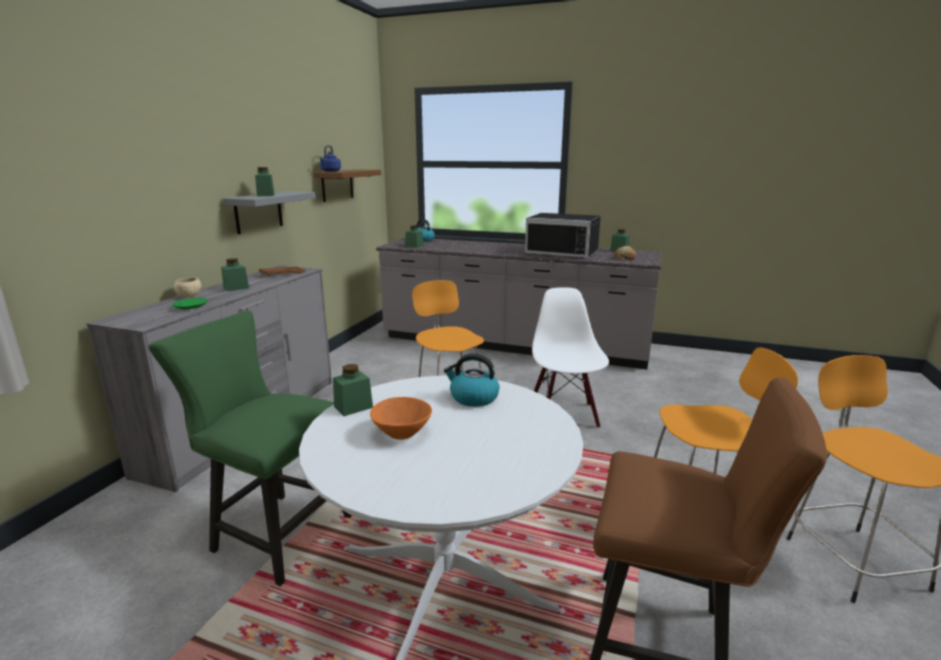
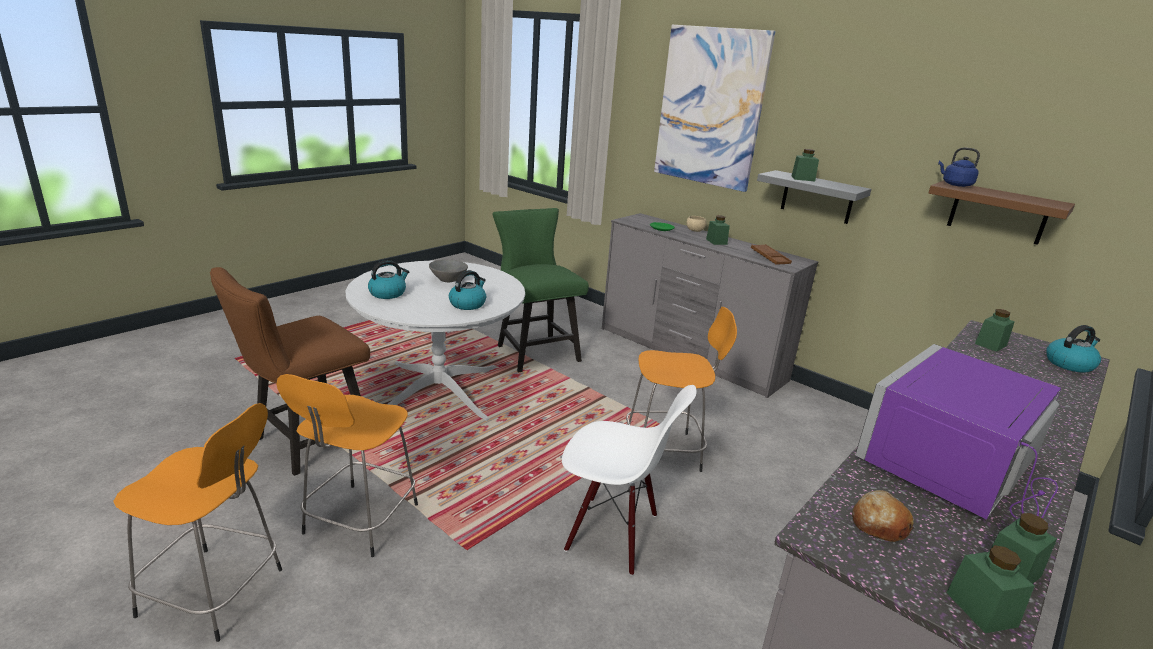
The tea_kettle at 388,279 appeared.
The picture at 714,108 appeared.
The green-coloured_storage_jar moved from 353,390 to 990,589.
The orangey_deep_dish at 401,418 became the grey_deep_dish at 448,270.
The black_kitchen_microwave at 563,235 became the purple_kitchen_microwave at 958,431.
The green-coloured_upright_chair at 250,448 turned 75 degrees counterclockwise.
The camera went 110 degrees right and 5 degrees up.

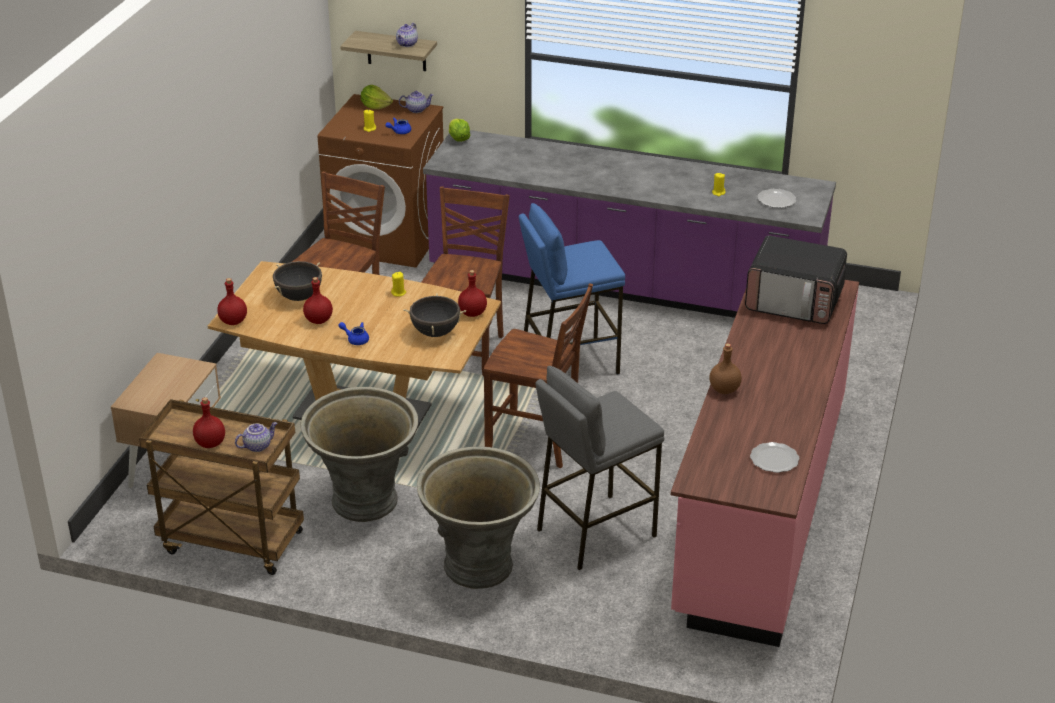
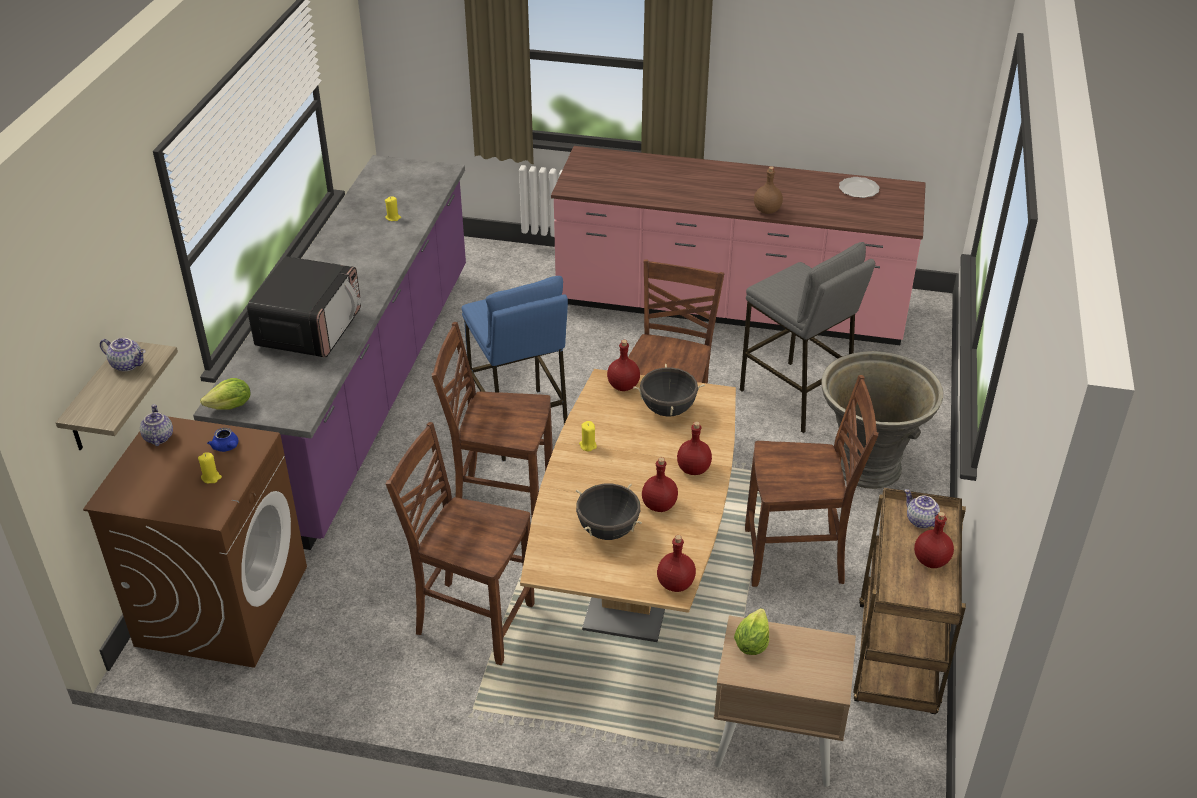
The plate at 777,198 disappeared.
The lettuce moved from 377,97 to 751,631.
The kitchen_microwave moved from 796,280 to 304,307.
The grey_planter at 359,454 was replaced by the brownish_upright_chair at 811,481.
The bluish_tea_pot at 353,333 was replaced by the reddish_beverage_bottle at 694,448.
The camera went 95 degrees left and 5 degrees up.

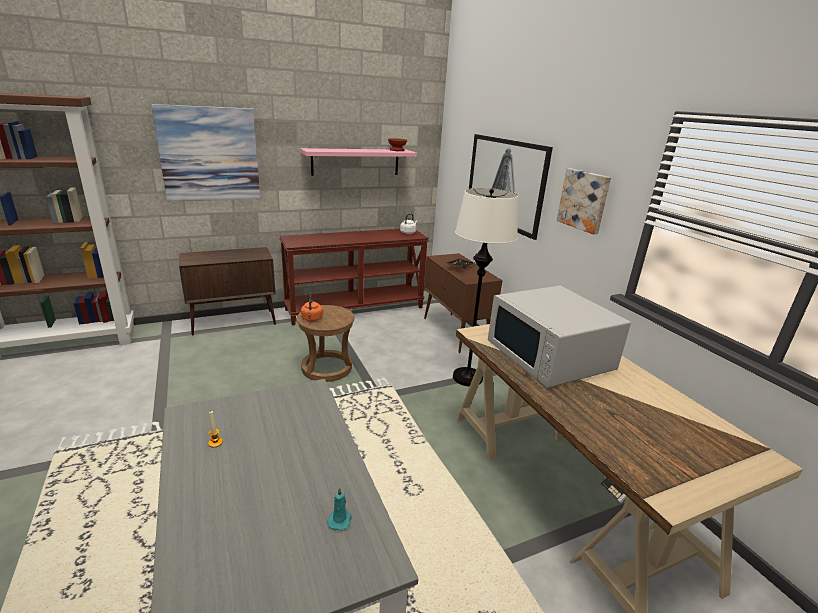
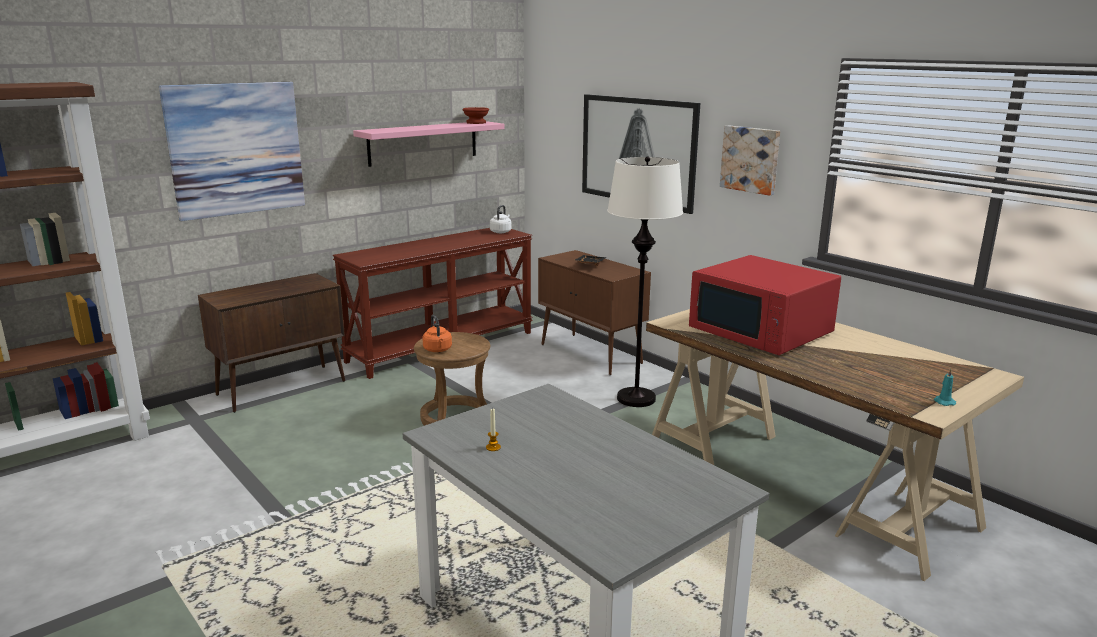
The blue-green_wax_light moved from 339,509 to 945,387.
The whitish_kitchen_microwave at 559,337 became the reddish_kitchen_microwave at 765,305.
The camera went 15 degrees left and 5 degrees down.

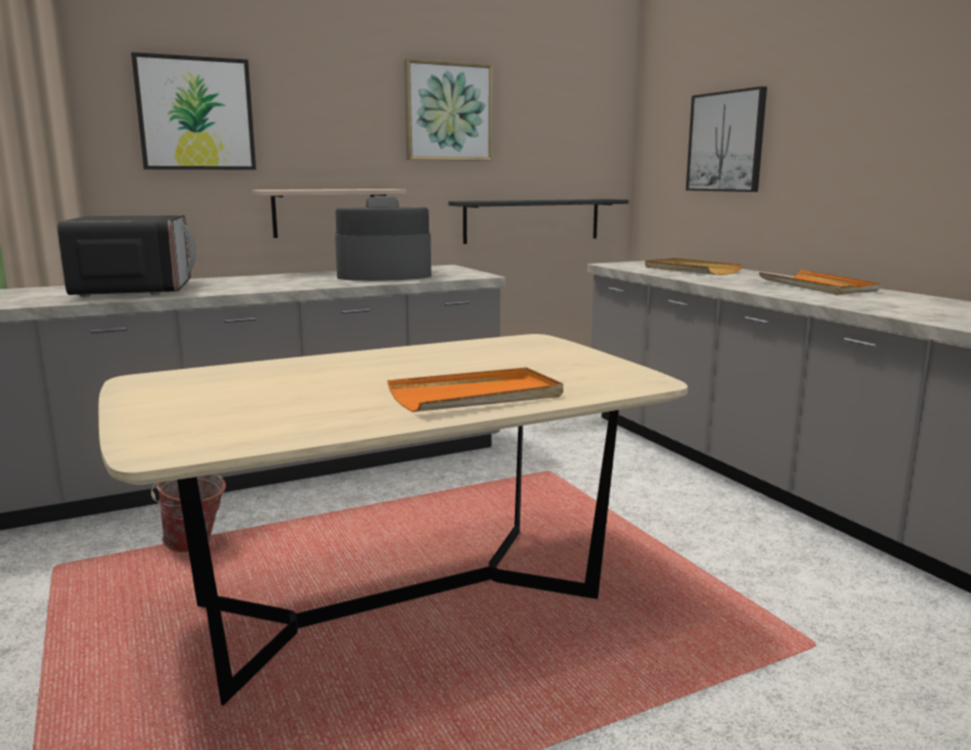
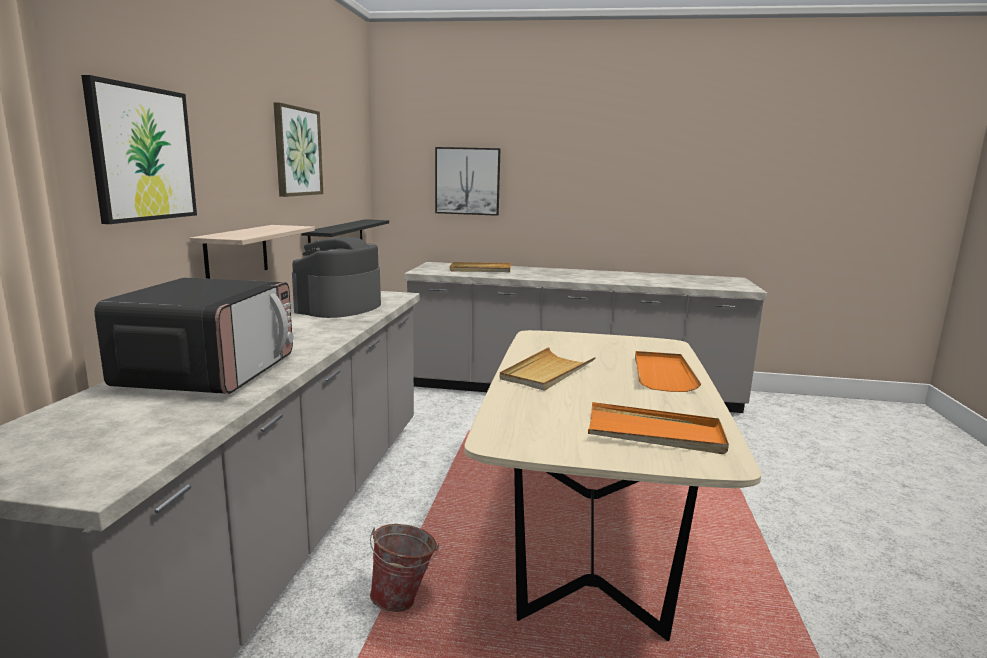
The beige-coloured_serving_tray at 548,369 appeared.
The orangey_serving_tray moved from 819,282 to 658,428.
The kitchen_microwave at 126,256 turned 75 degrees clockwise.
The camera went 55 degrees left and 0 degrees up.

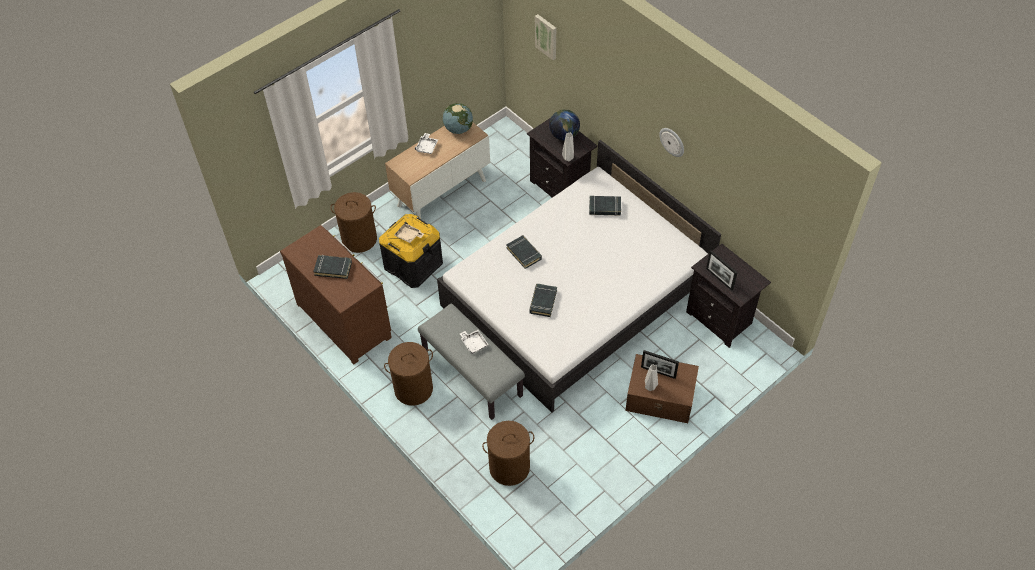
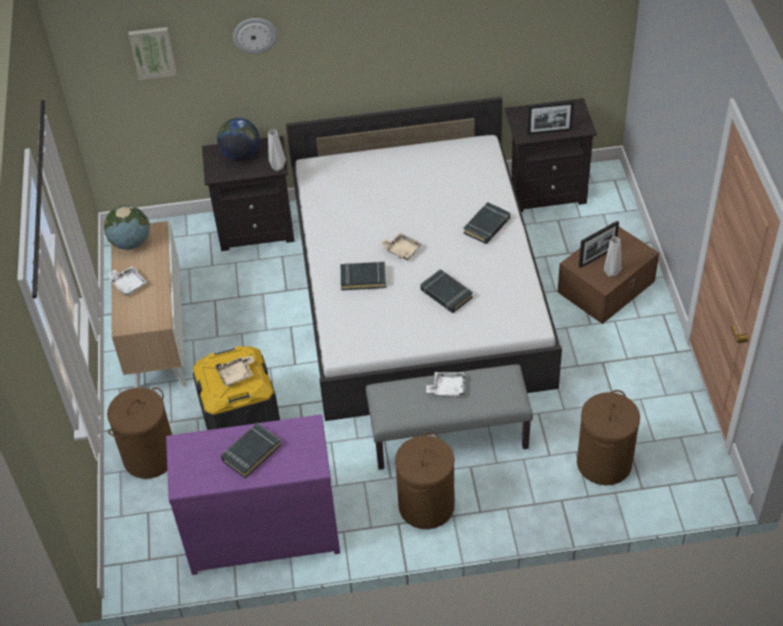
The beige-coloured_serving_tray at 401,247 appeared.
The black_book moved from 605,206 to 486,223.
The hanging_clock moved from 671,142 to 255,36.
The brownish_chest_of_drawers at 336,295 became the purple_chest_of_drawers at 253,494.
The camera went 55 degrees left and 5 degrees down.

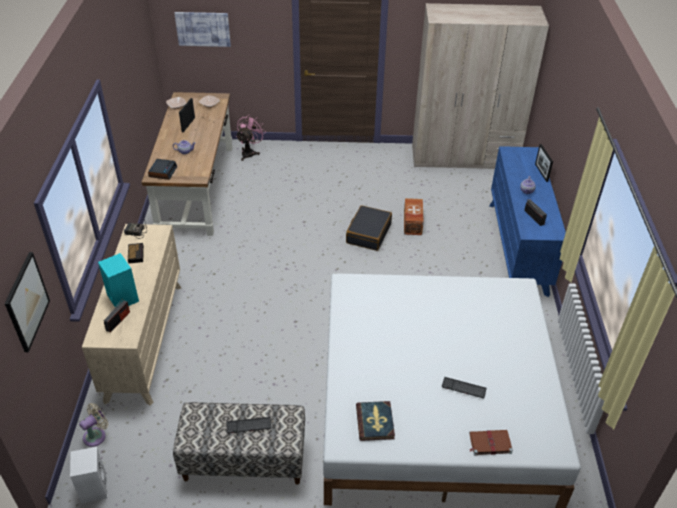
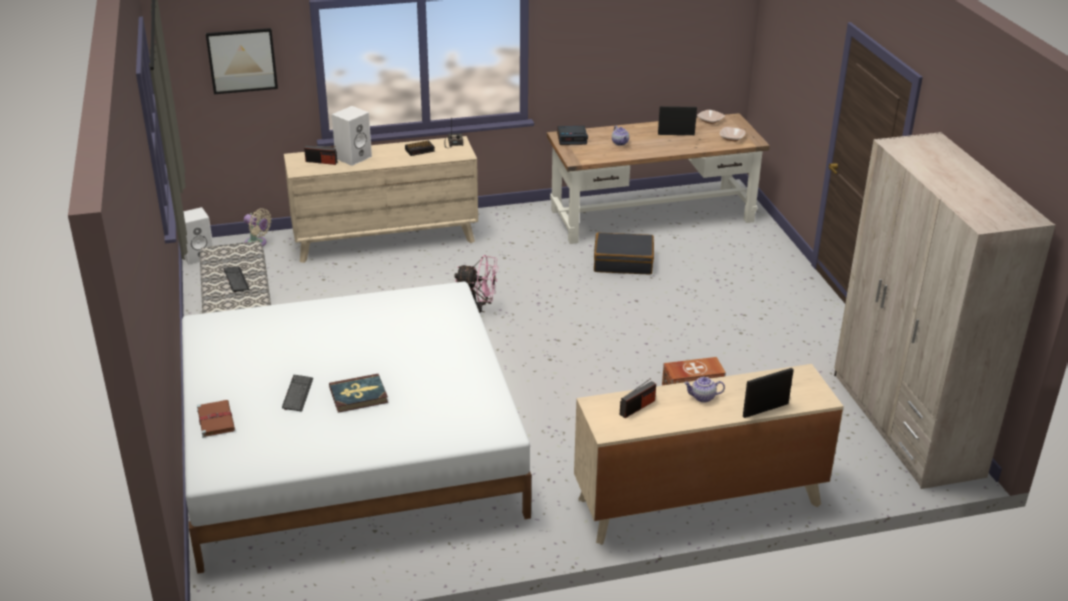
The picture at 202,29 disappeared.
The pink_electric_fan moved from 250,137 to 476,284.
The black_piece_of_luggage moved from 369,228 to 624,253.
The book moved from 375,421 to 358,393.
The blue-green_loudspeaker at 118,280 became the whitish_loudspeaker at 352,136.
The bluish_chest_of_drawers at 527,221 became the beige-coloured_chest_of_drawers at 709,454.
The camera went 75 degrees right and 10 degrees down.

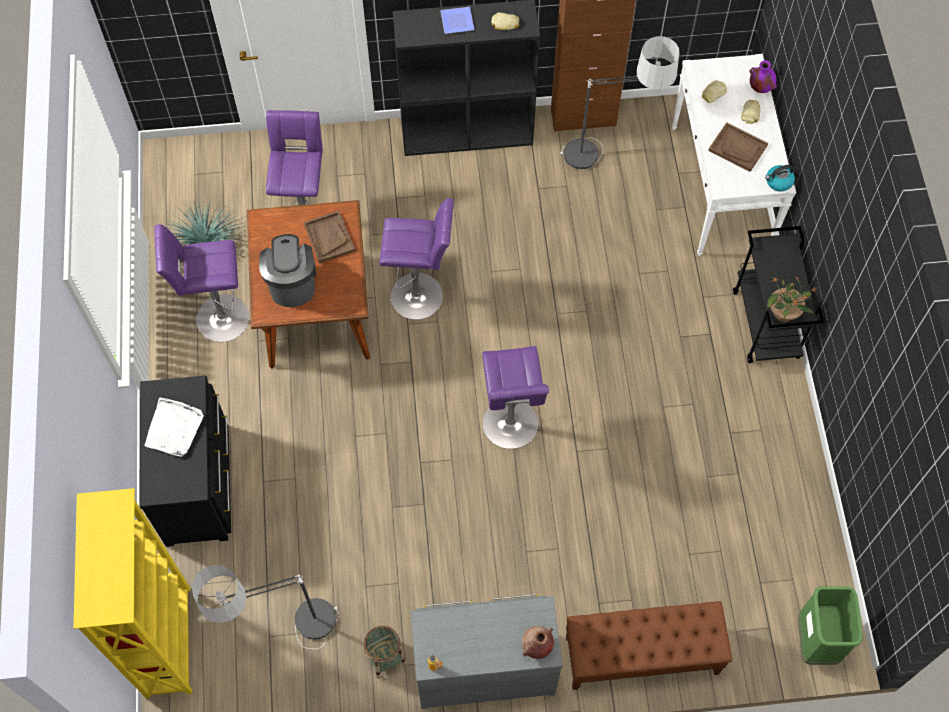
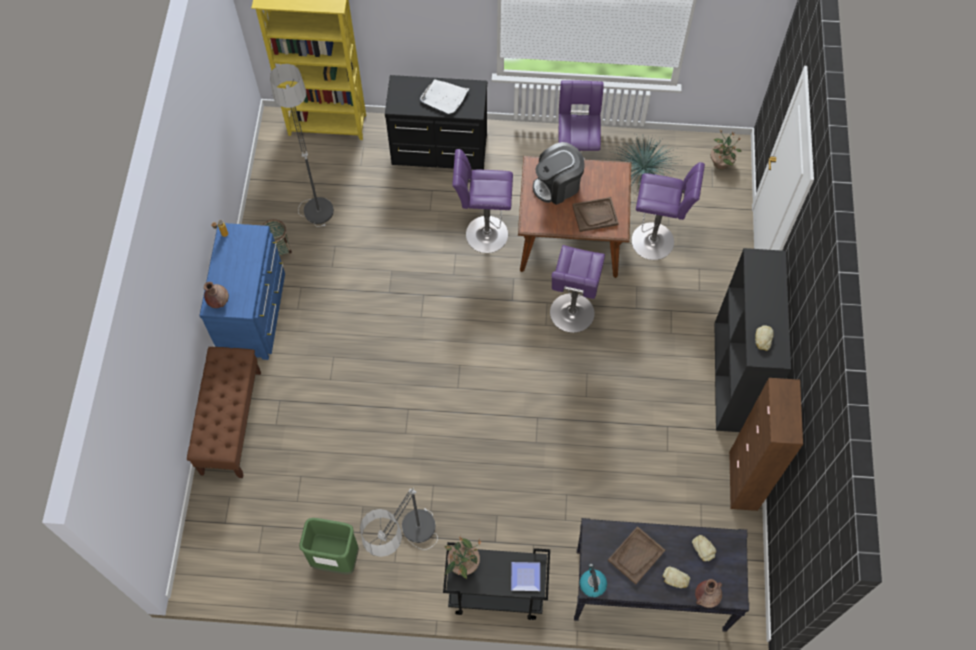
The potted_plant at 726,150 appeared.
The plate moved from 457,20 to 525,576.
The purple_sitting_stool moved from 515,397 to 482,201.
The floor_lamp moved from 619,102 to 399,522.
The green-coloured_rubbish_bin moved from 830,625 to 329,546.
The grey_chest_of_drawers at 486,651 became the bluish_chest_of_drawers at 242,291.
The whitish_hall_table at 734,155 became the black_hall_table at 661,575.
The purple_decorative_vase at 763,76 became the brownish_decorative_vase at 708,593.
The coffee_brewer at 287,270 turned 150 degrees clockwise.
The camera went 100 degrees right and 0 degrees up.

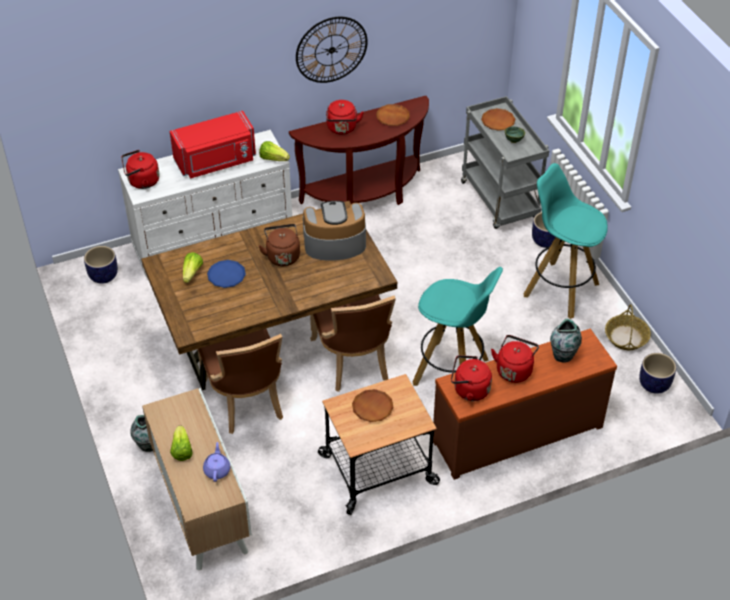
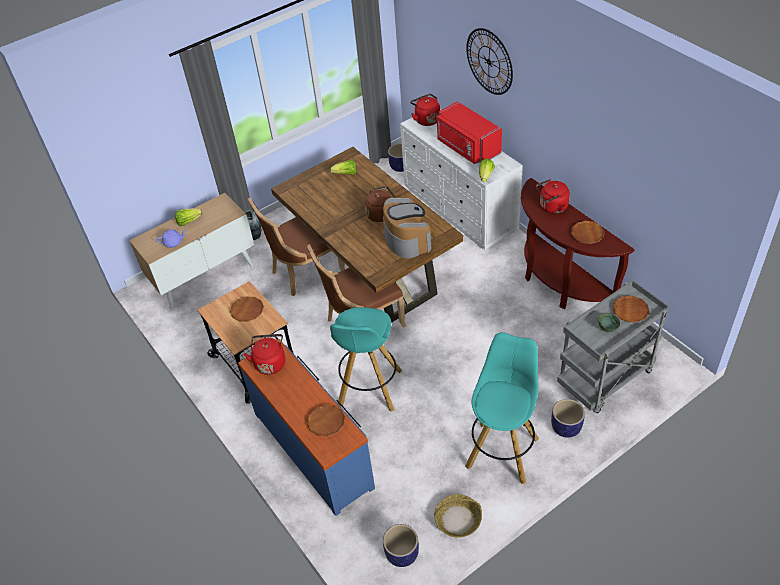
The bluish_plate at 226,274 disappeared.
The reddish_tea_kettle at 515,359 disappeared.
The hanging_clock moved from 332,50 to 489,61.
The decorative_vase at 566,341 was replaced by the brownish_plate at 326,421.
The brownish_chest_of_drawers at 525,404 became the bluish_chest_of_drawers at 306,427.
The camera went 80 degrees right and 0 degrees up.

